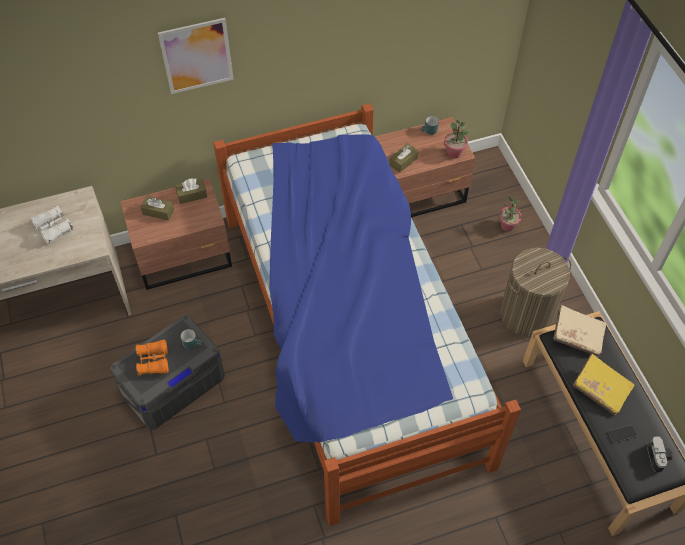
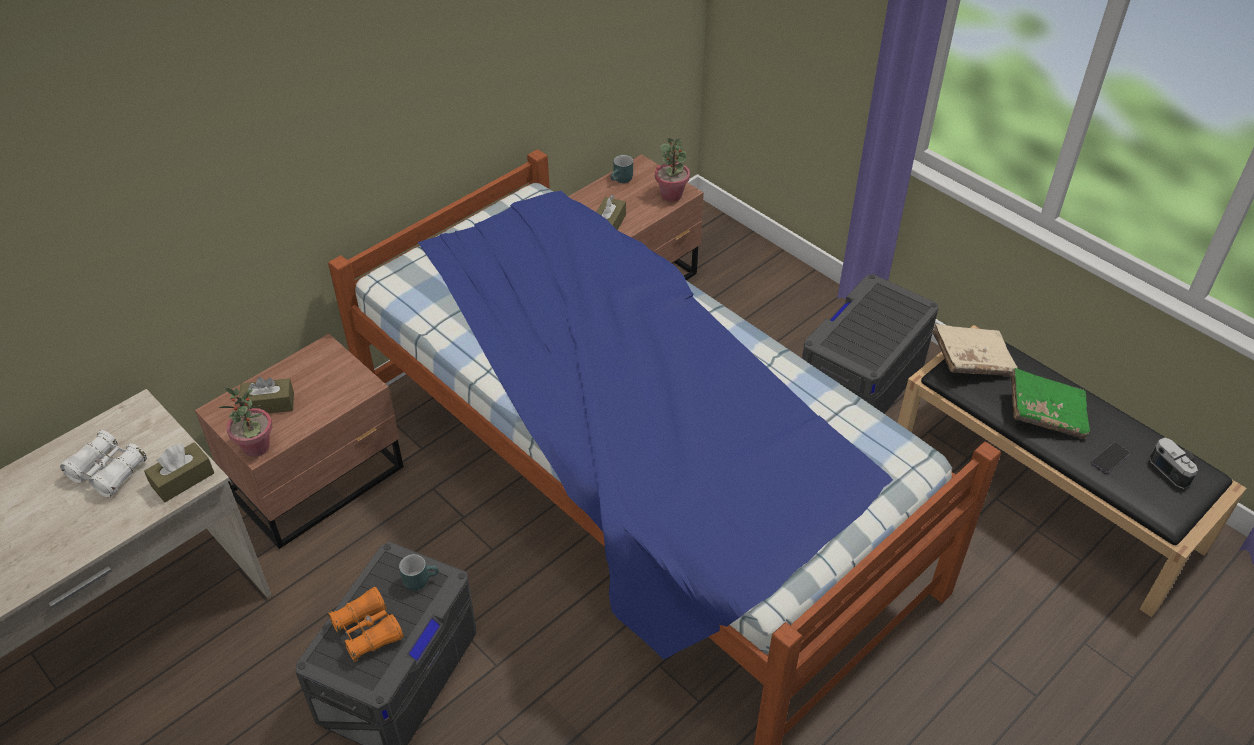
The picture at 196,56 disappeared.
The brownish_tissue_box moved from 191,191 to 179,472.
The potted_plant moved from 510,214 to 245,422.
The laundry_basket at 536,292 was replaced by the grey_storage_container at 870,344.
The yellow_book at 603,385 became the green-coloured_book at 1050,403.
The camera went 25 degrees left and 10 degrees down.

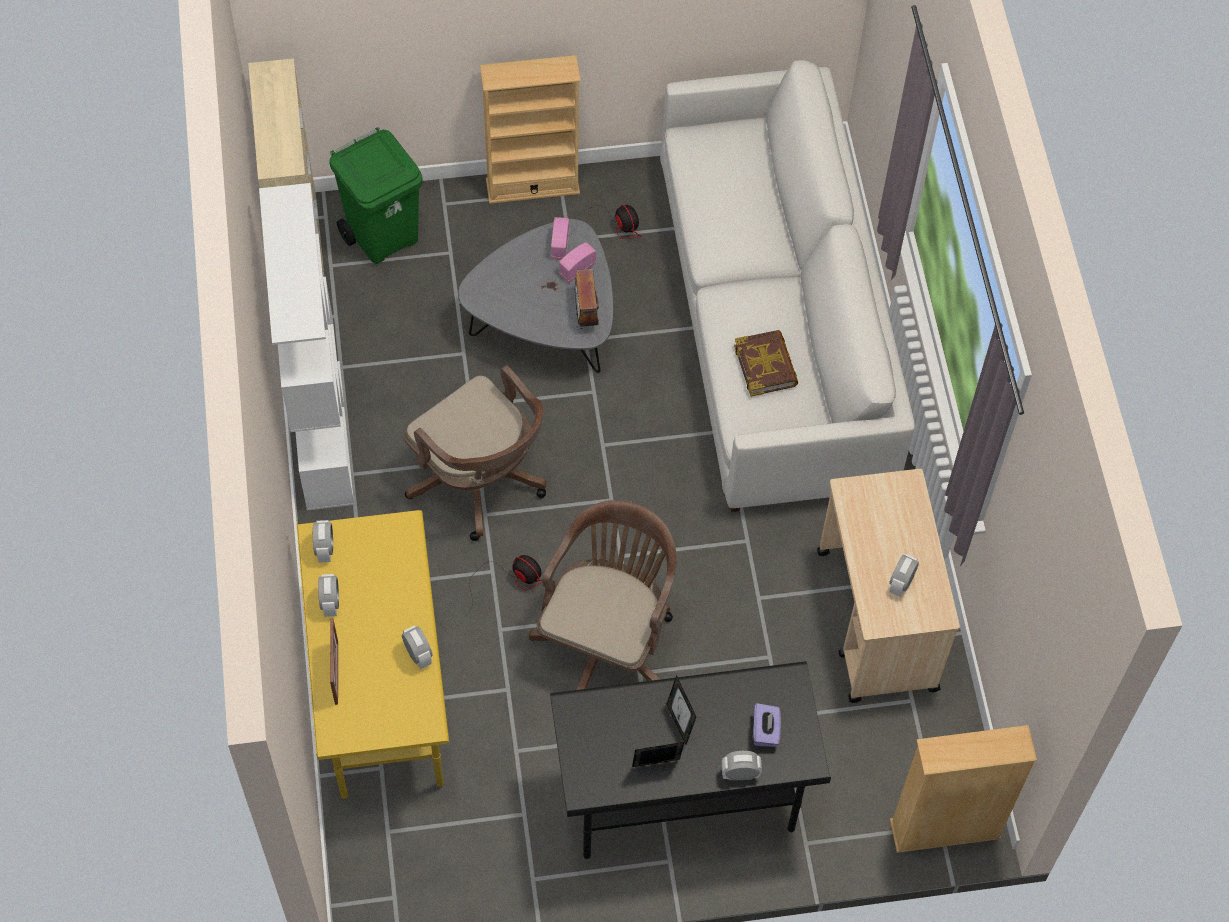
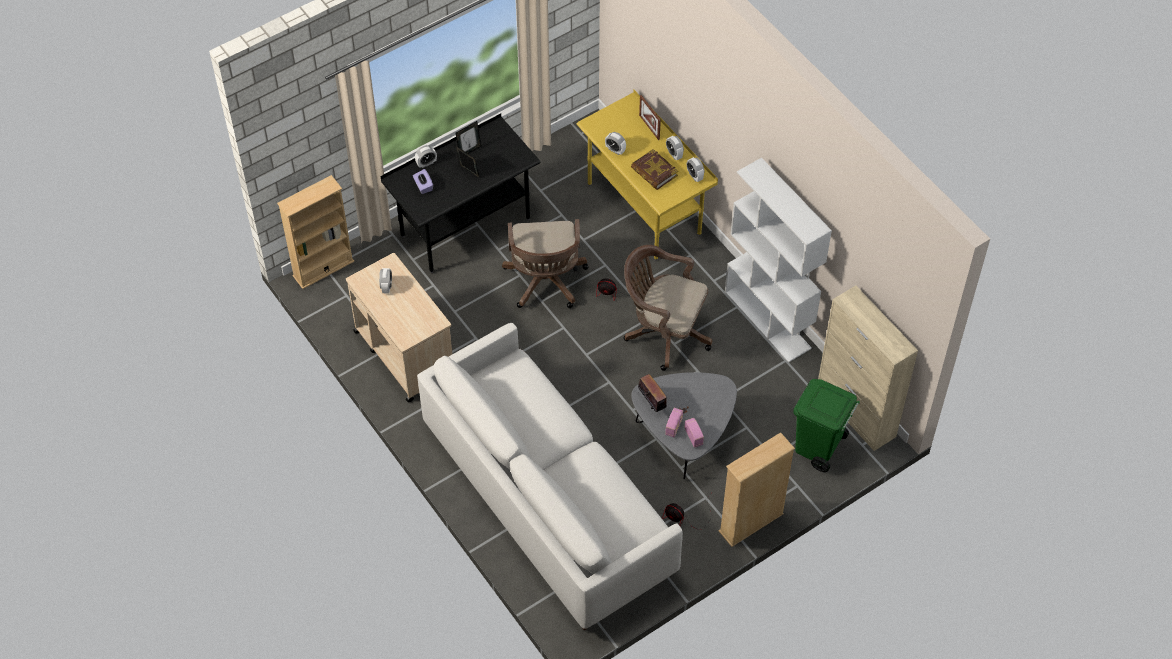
The book moved from 766,363 to 654,169.
The camera went 155 degrees right and 5 degrees down.

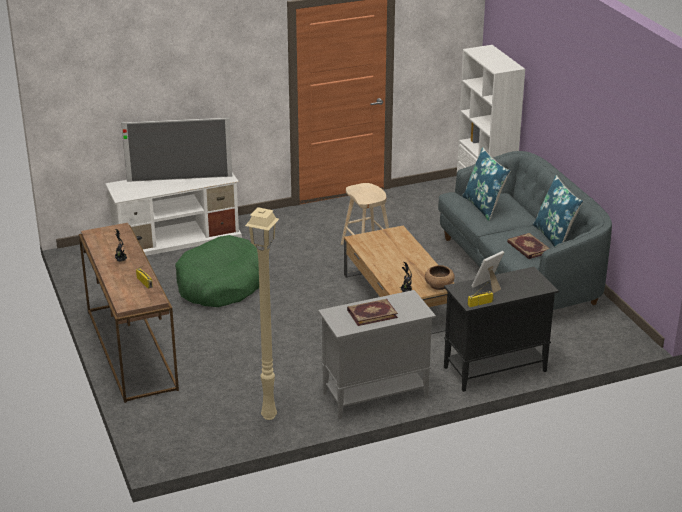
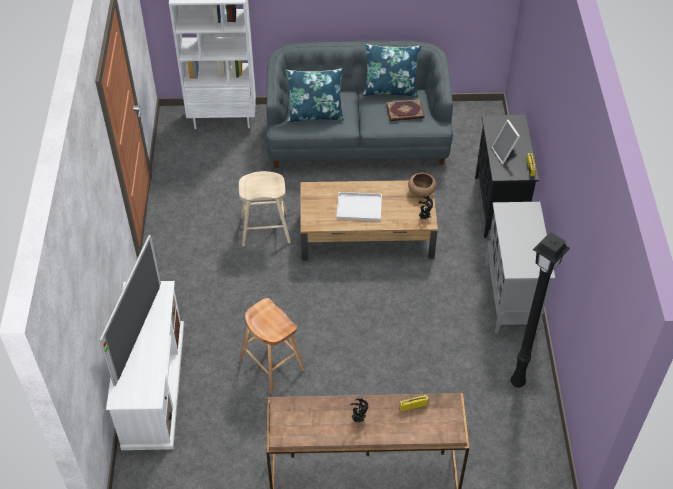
The book at 372,312 disappeared.
The whitish_serving_tray at 359,206 appeared.
The green-coloured_dog_cushion at 217,271 was replaced by the brownish_sitting_stool at 272,346.
The beige-coloured_floor_lamp at 262,313 became the black_floor_lamp at 540,310.
The camera went 70 degrees left and 20 degrees up.

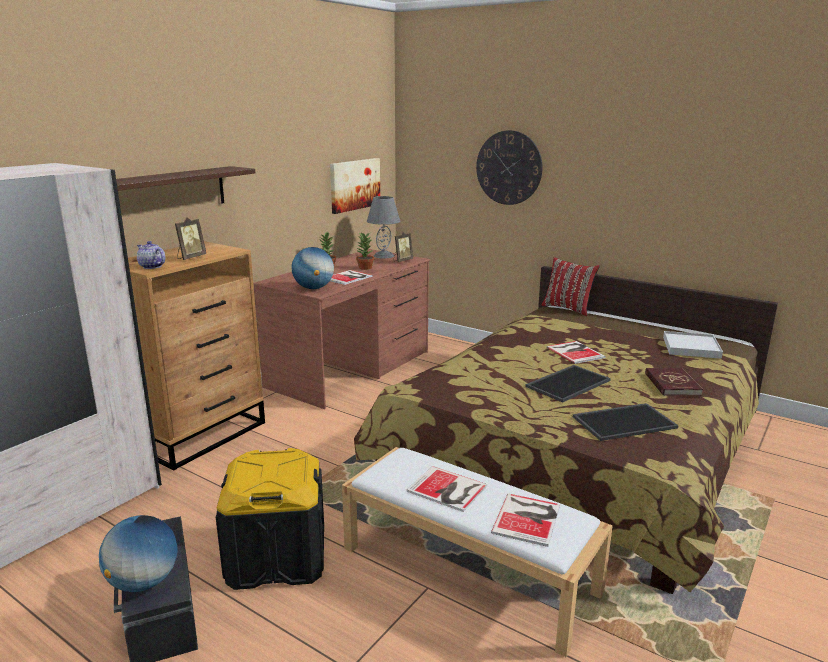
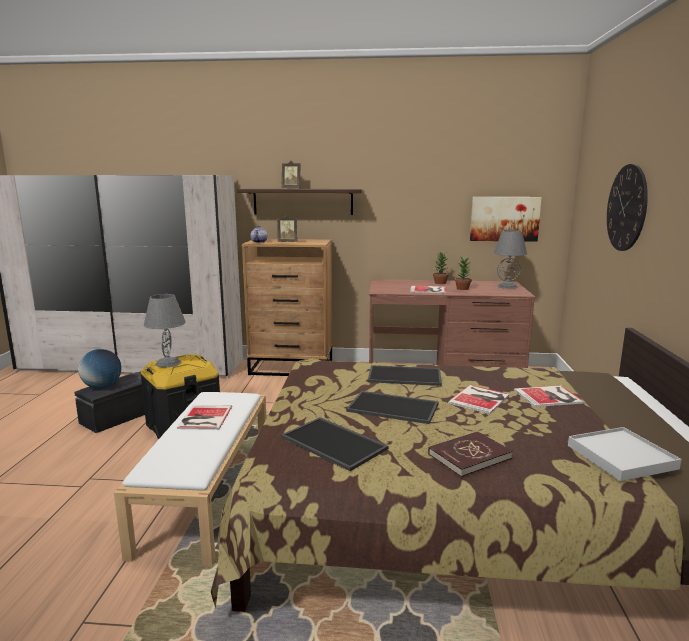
The desk_globe at 313,268 disappeared.
The reddish_cushion at 570,286 disappeared.
The grey_tabletop_lamp at 165,331 appeared.
The serving_tray at 405,375 appeared.
The photo_frame moved from 403,247 to 291,175.
The book moved from 525,520 to 549,396.
The camera went 60 degrees right and 5 degrees down.

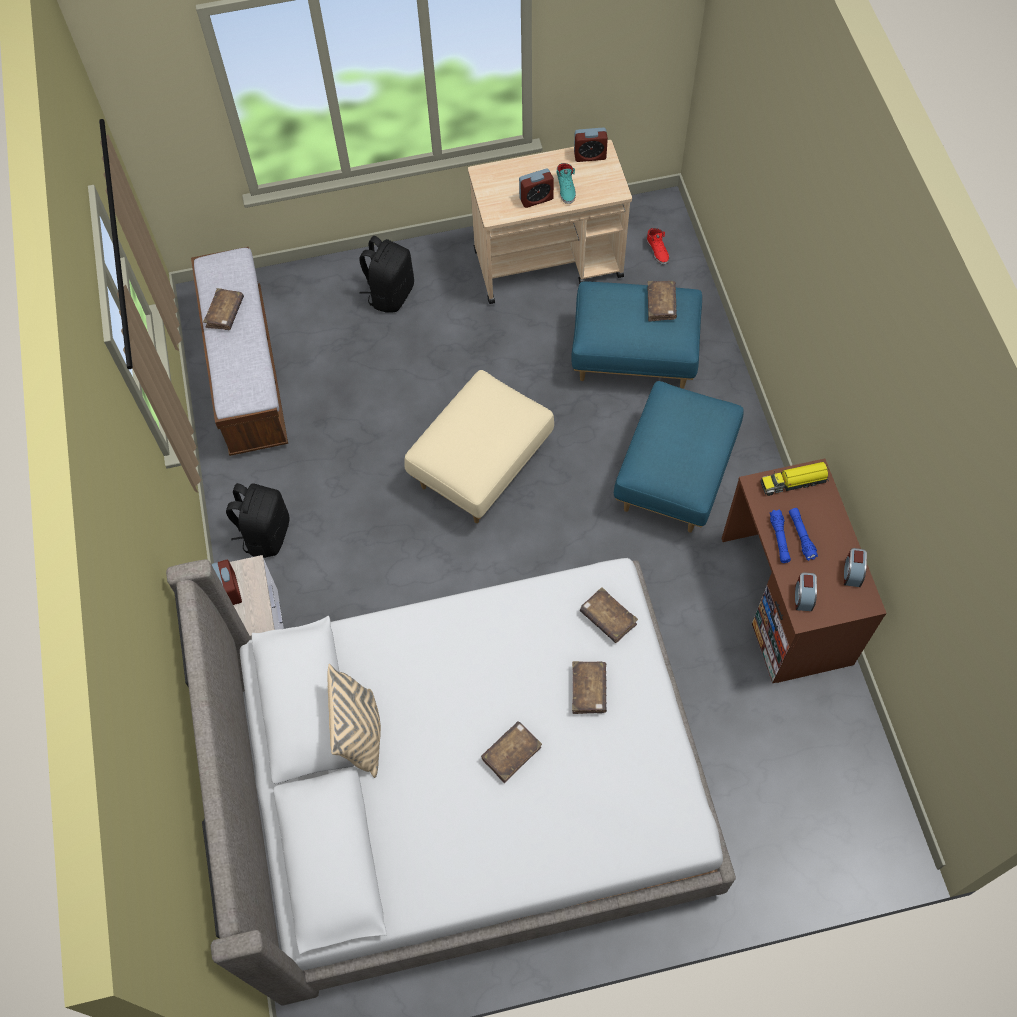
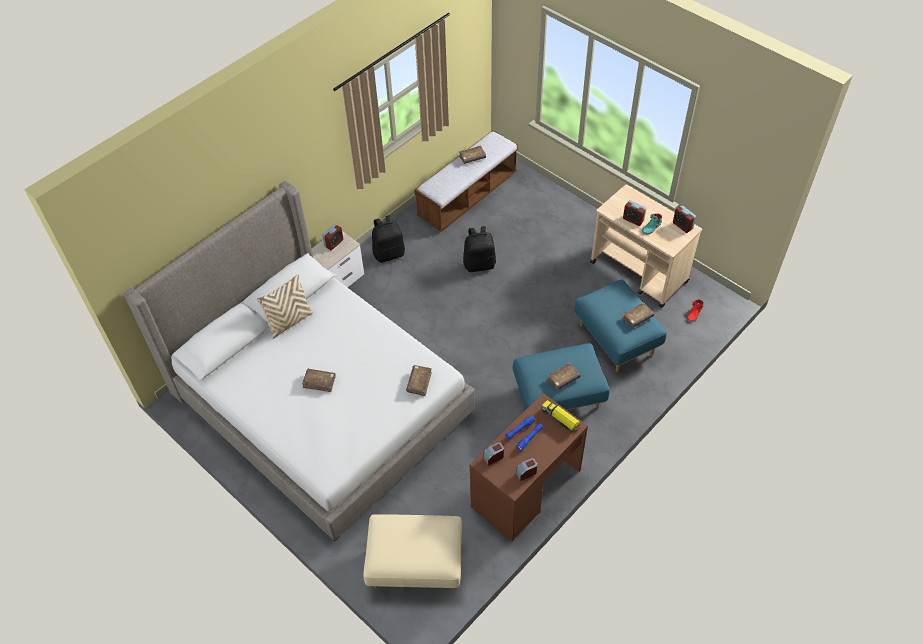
The black_backpack moved from 386,274 to 479,249.
The beige-coloured_footrest moved from 479,446 to 412,552.
The brownish_book moved from 589,687 to 563,376.
The camera went 55 degrees right and 10 degrees down.

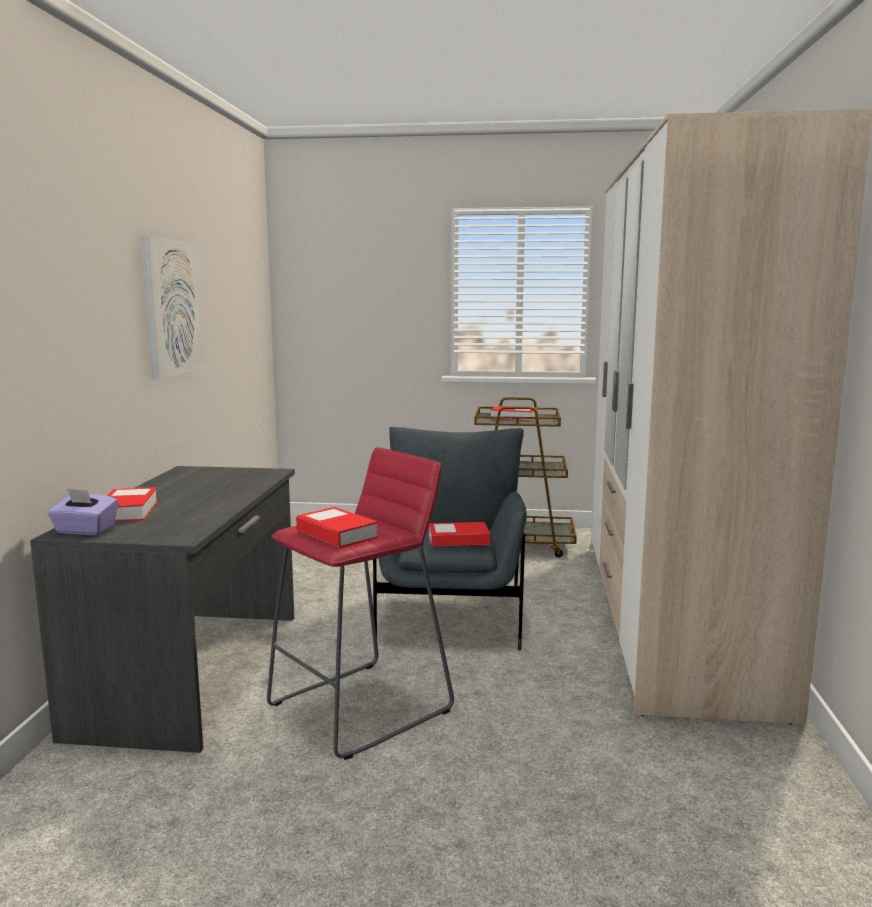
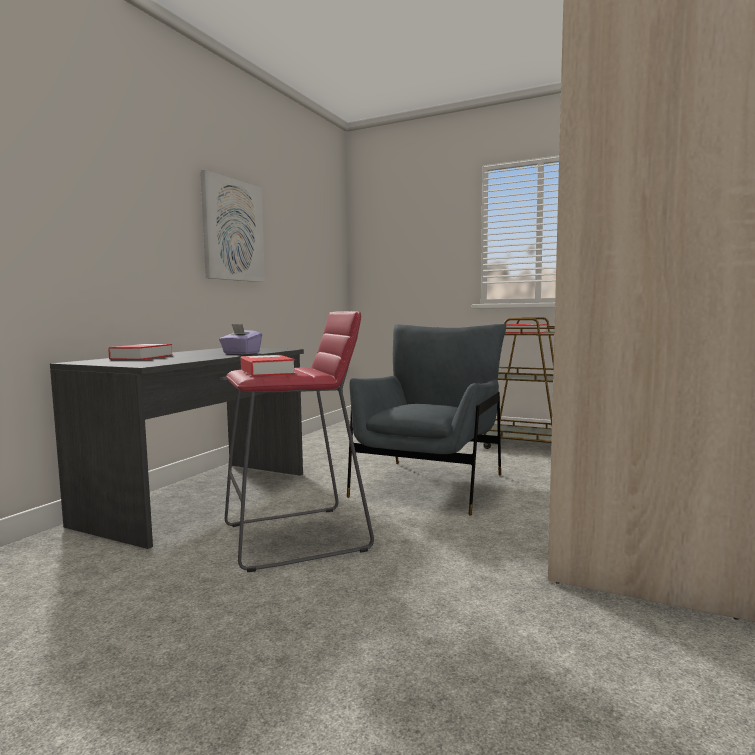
The book at 459,534 disappeared.
The purple_tissue_box moved from 83,511 to 240,339.
The camera went 20 degrees right and 5 degrees down.

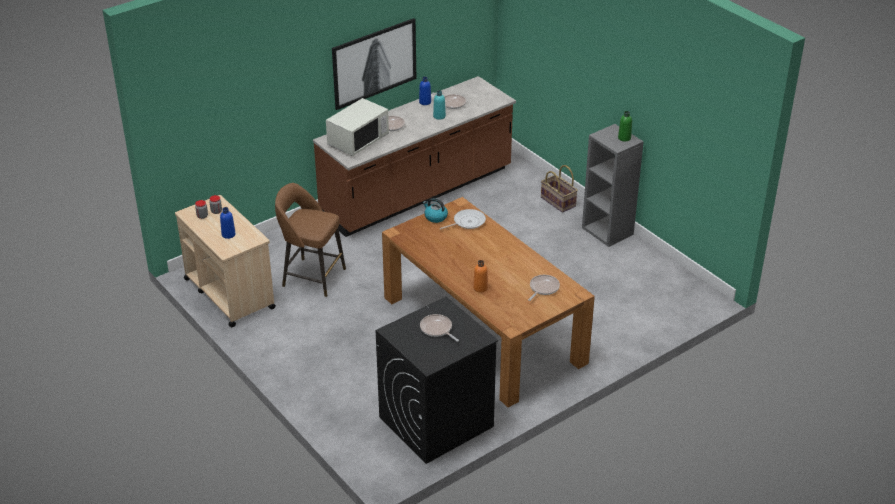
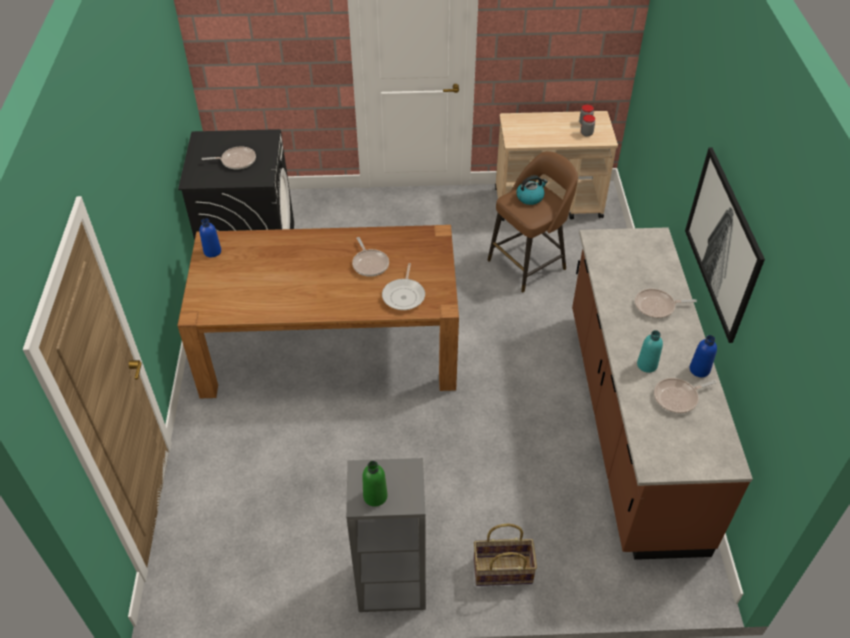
The whitish_kitchen_microwave at 357,127 disappeared.
The orangey_beverage_bottle at 480,276 disappeared.
The bluish_beverage_bottle moved from 228,223 to 210,237.
The tea_kettle moved from 435,210 to 532,190.
The frying_pan moved from 544,288 to 370,257.
The camera went 125 degrees right and 10 degrees up.

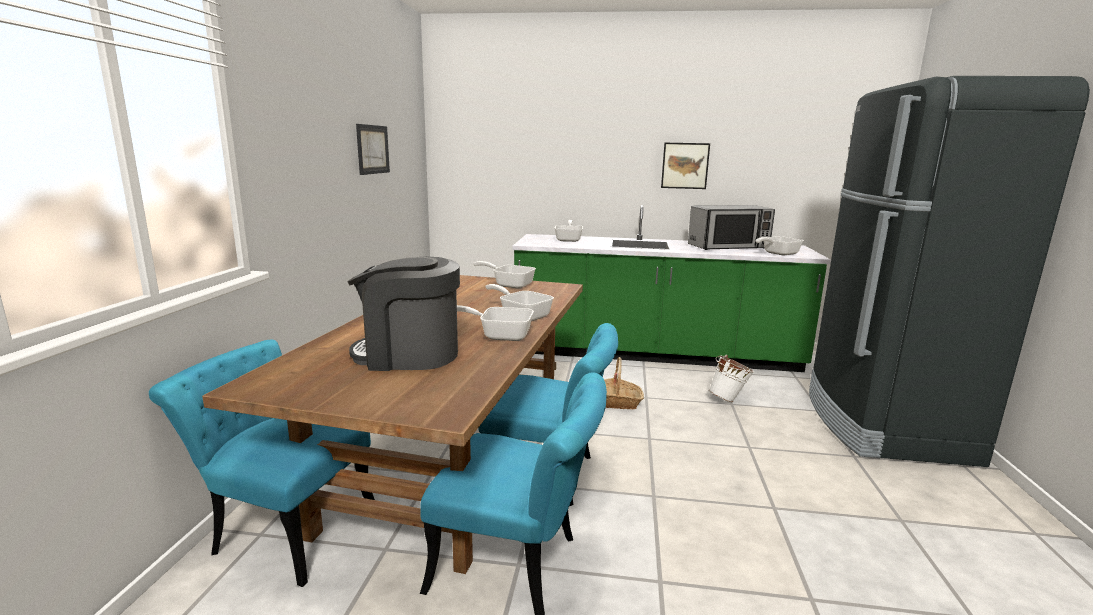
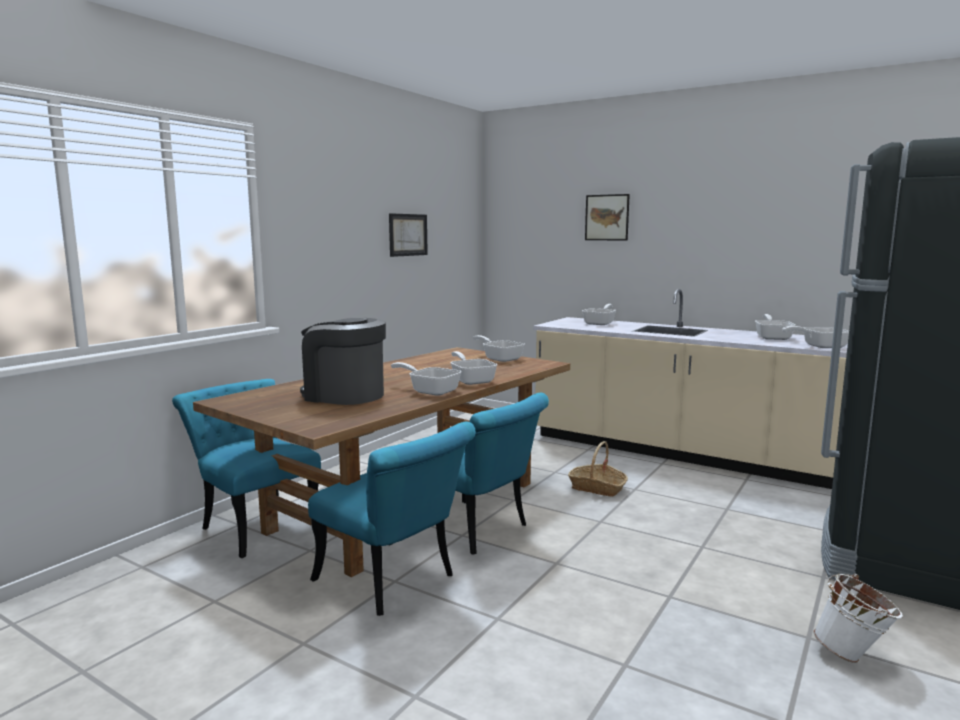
The picture moved from 685,166 to 607,217.
The whitish_bucket moved from 732,378 to 858,618.
The kitchen_microwave at 731,227 was replaced by the frying_pan at 775,327.
The green-coloured_kitchen_counter at 671,288 became the beige-coloured_kitchen_counter at 690,389.
The camera went 25 degrees right and 5 degrees down.

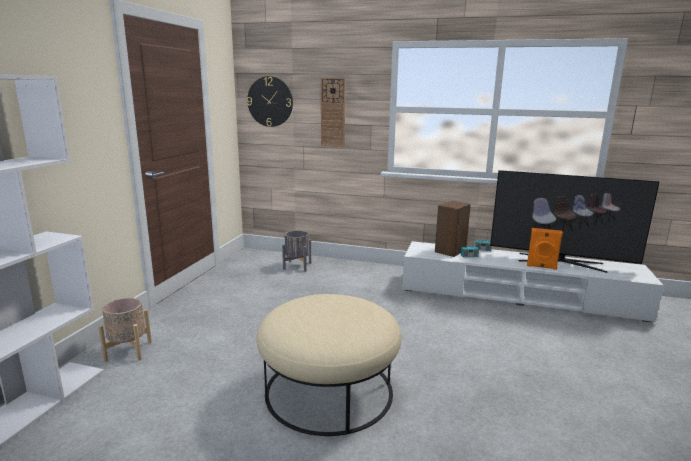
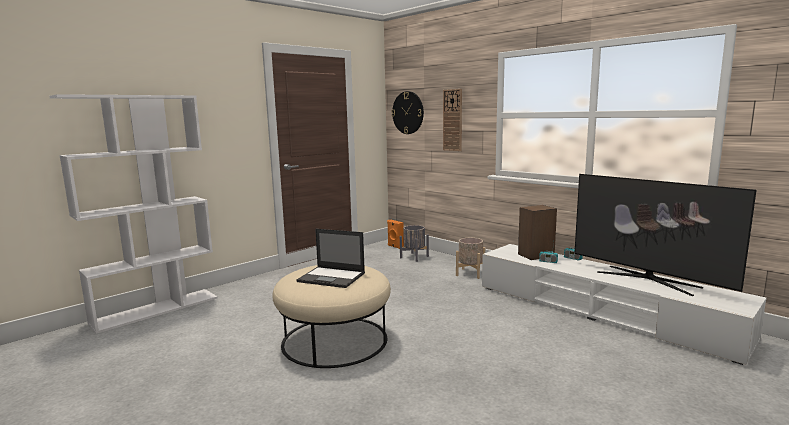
The portable_computer at 331,258 appeared.
The beige-coloured_planter moved from 125,330 to 470,258.
The orangey_loudspeaker moved from 545,249 to 395,234.
The camera went 30 degrees right and 5 degrees down.

